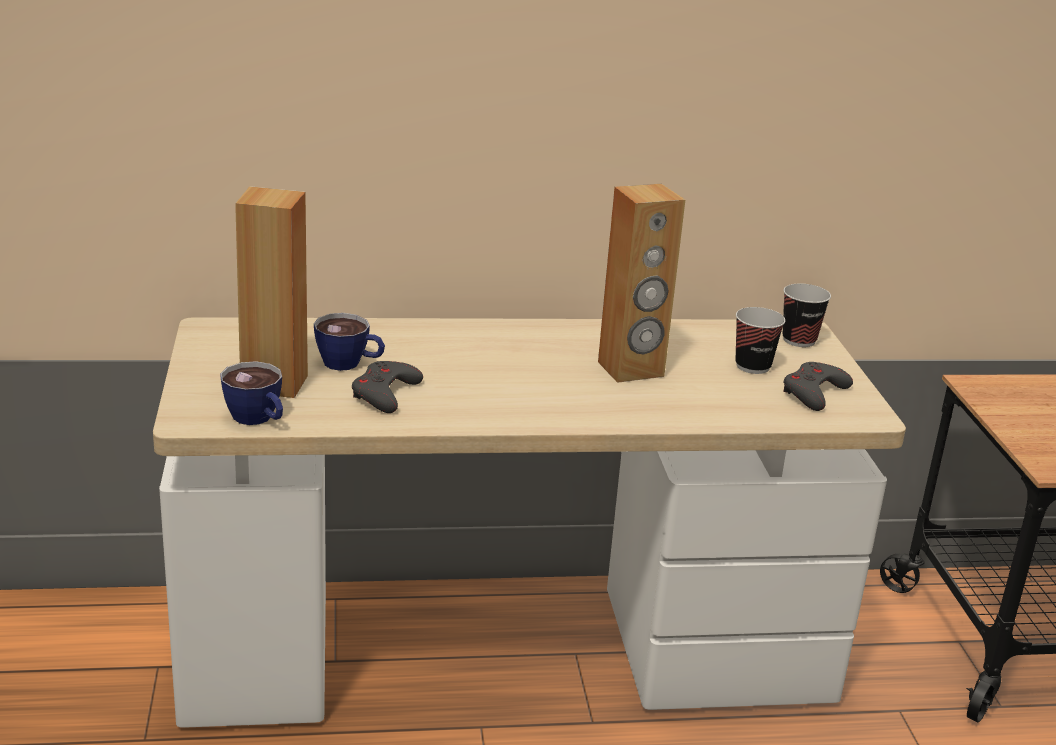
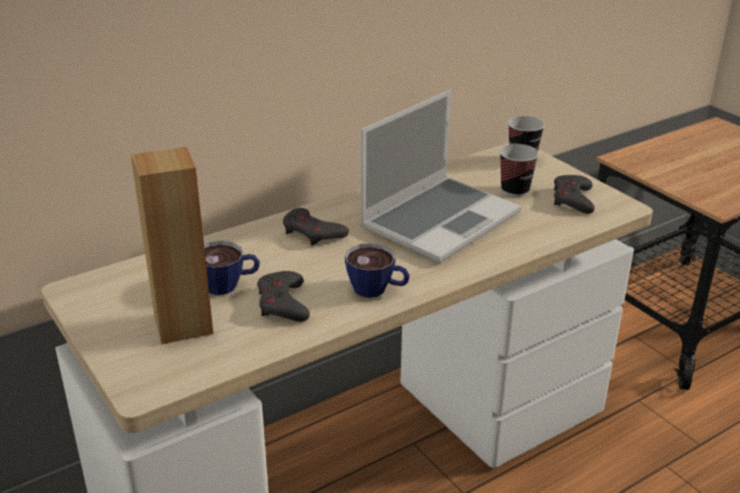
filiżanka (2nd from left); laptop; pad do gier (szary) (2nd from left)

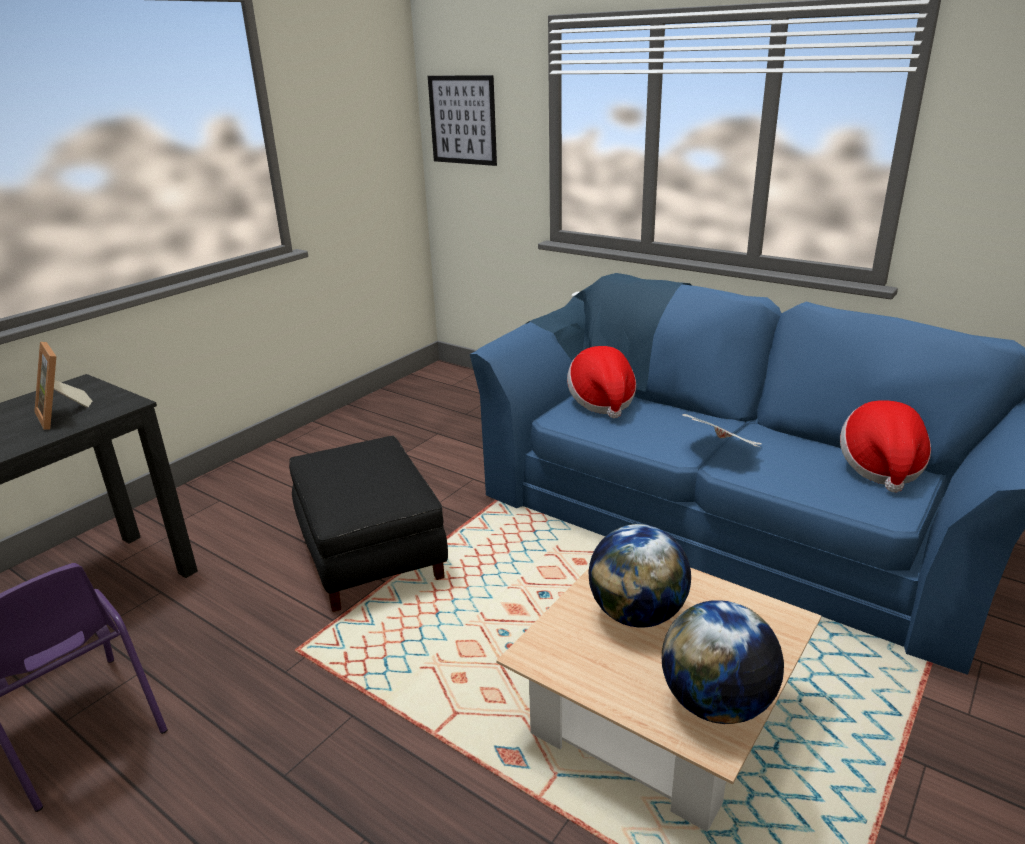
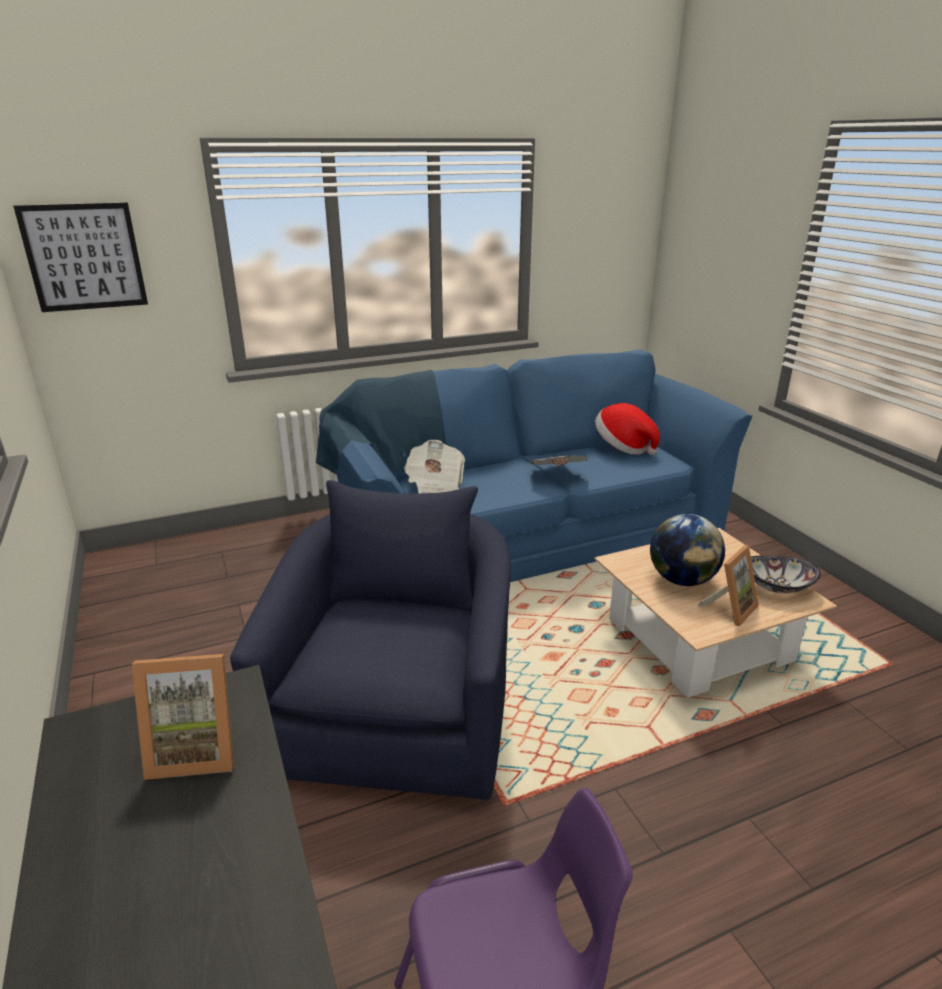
fotel (niebieski); gazeta (1st from left); miska; ramka na zdjęcie (2nd from left)

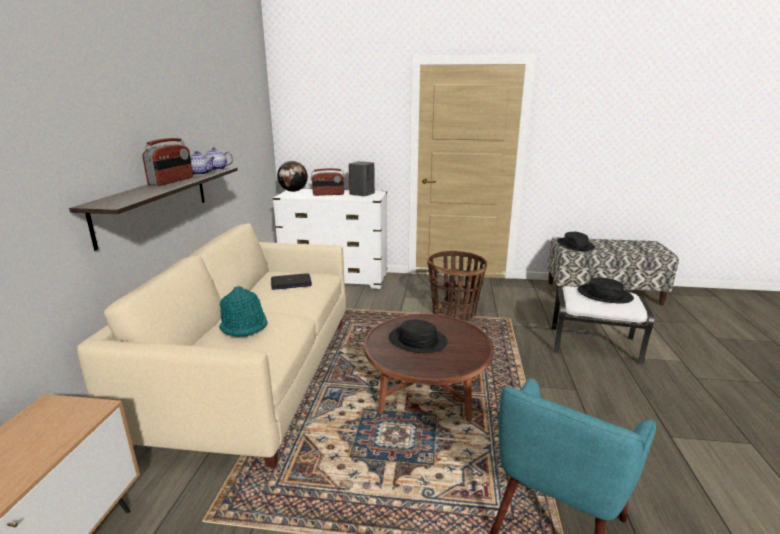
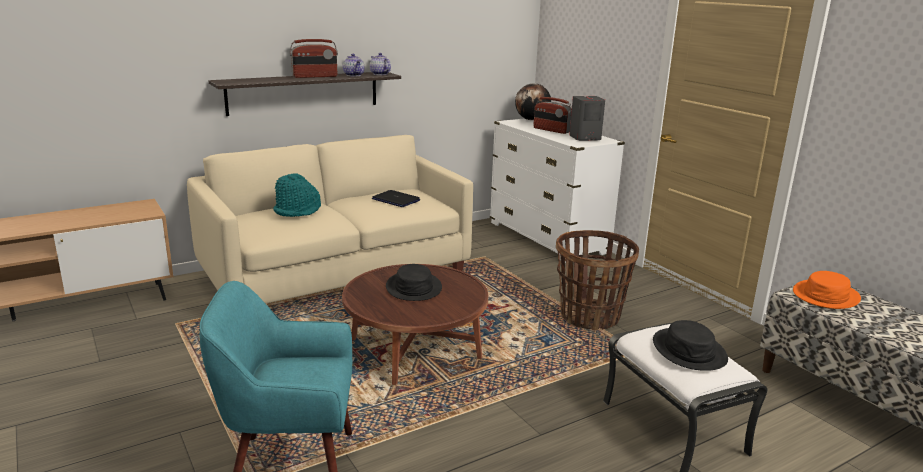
kapelusz (pomarańczowy)

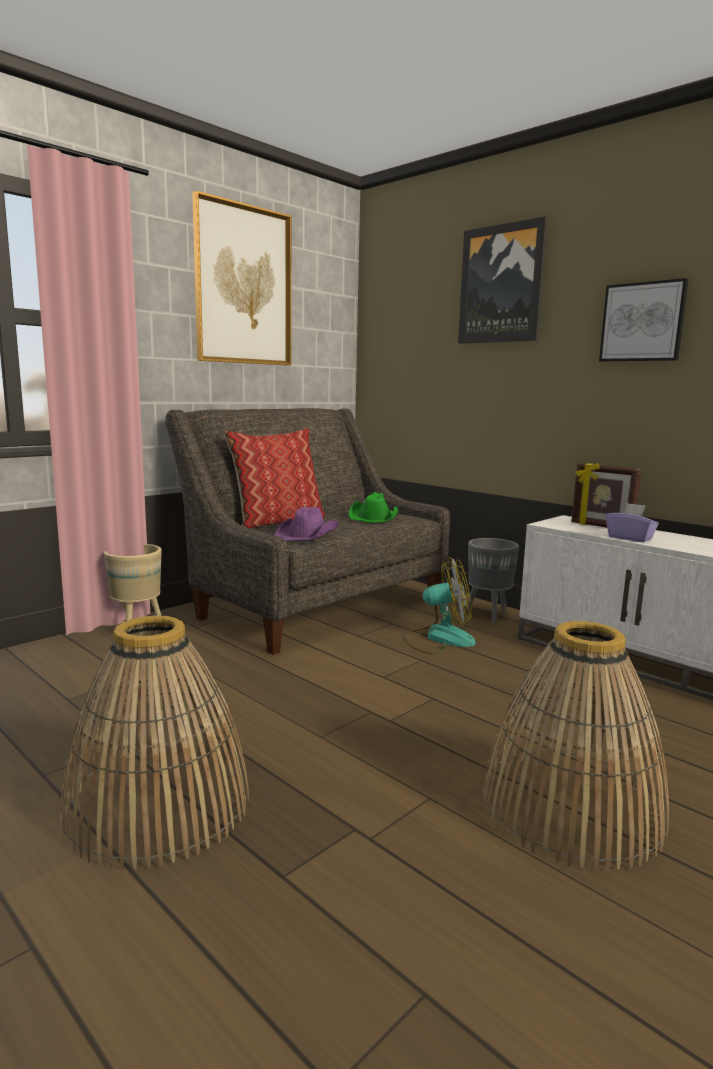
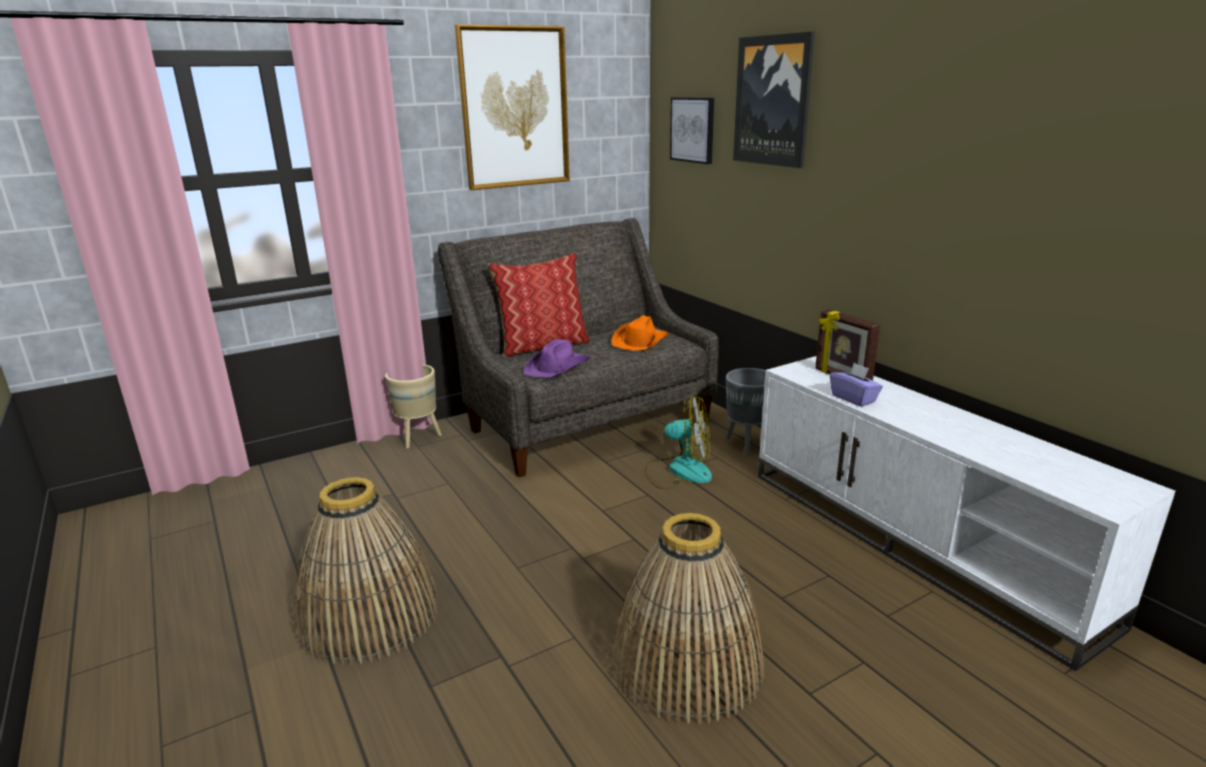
kapelusz (pomarańczowy); obraz (2nd from left)

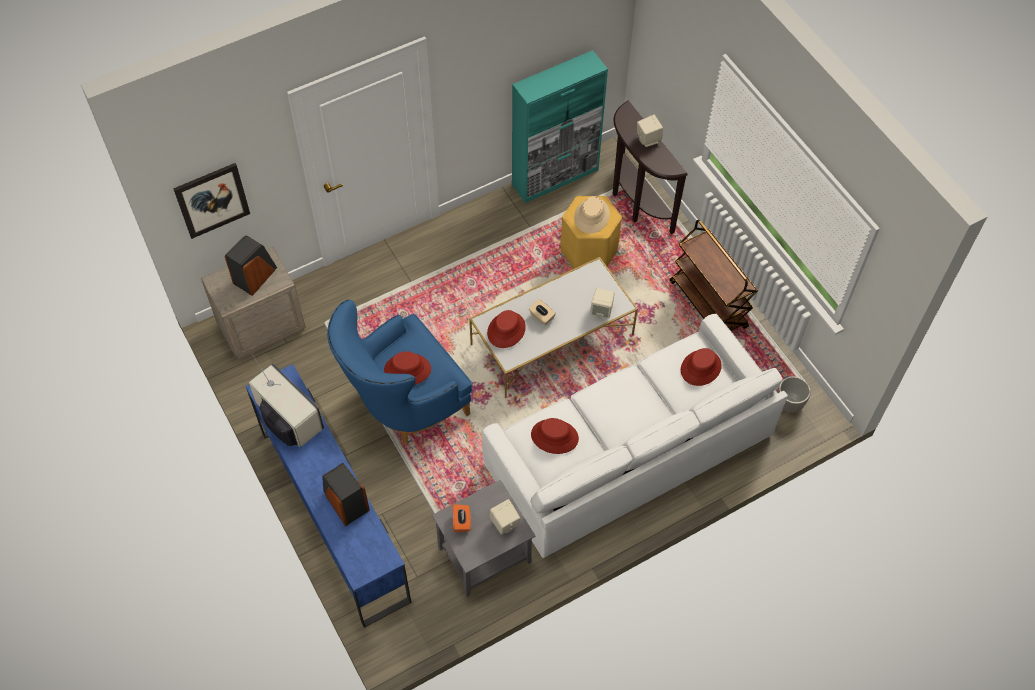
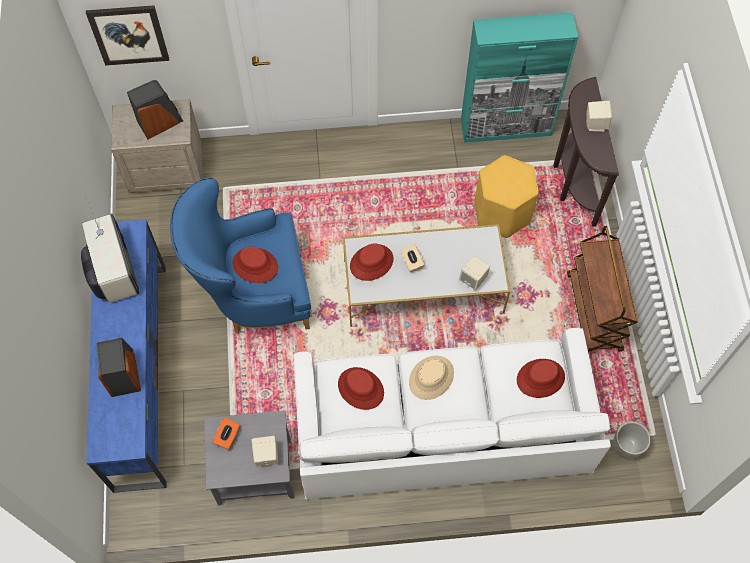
kapelusz (beżowy)

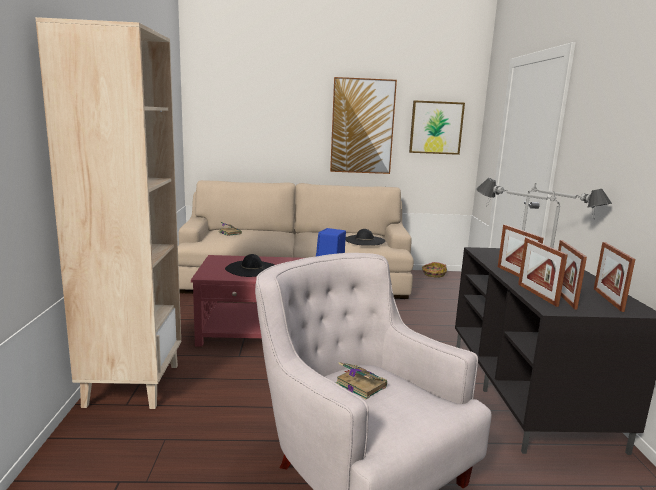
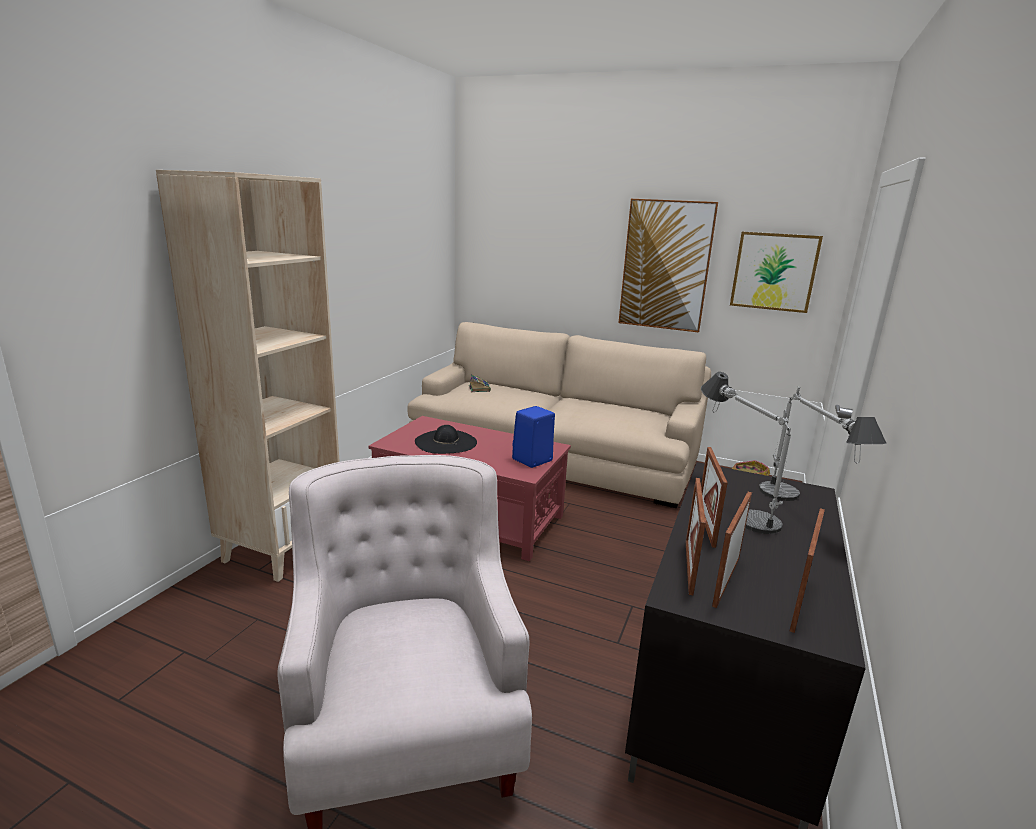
książka (2nd from left in the first image); kapelusz (czarny) (2nd from left in the first image)

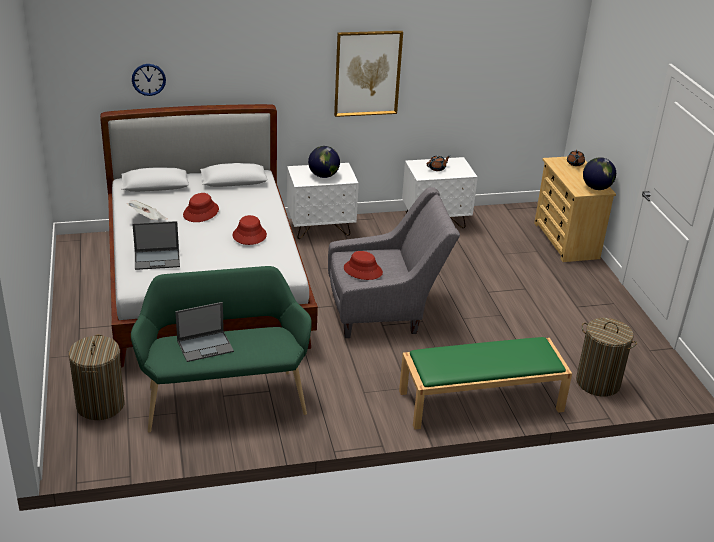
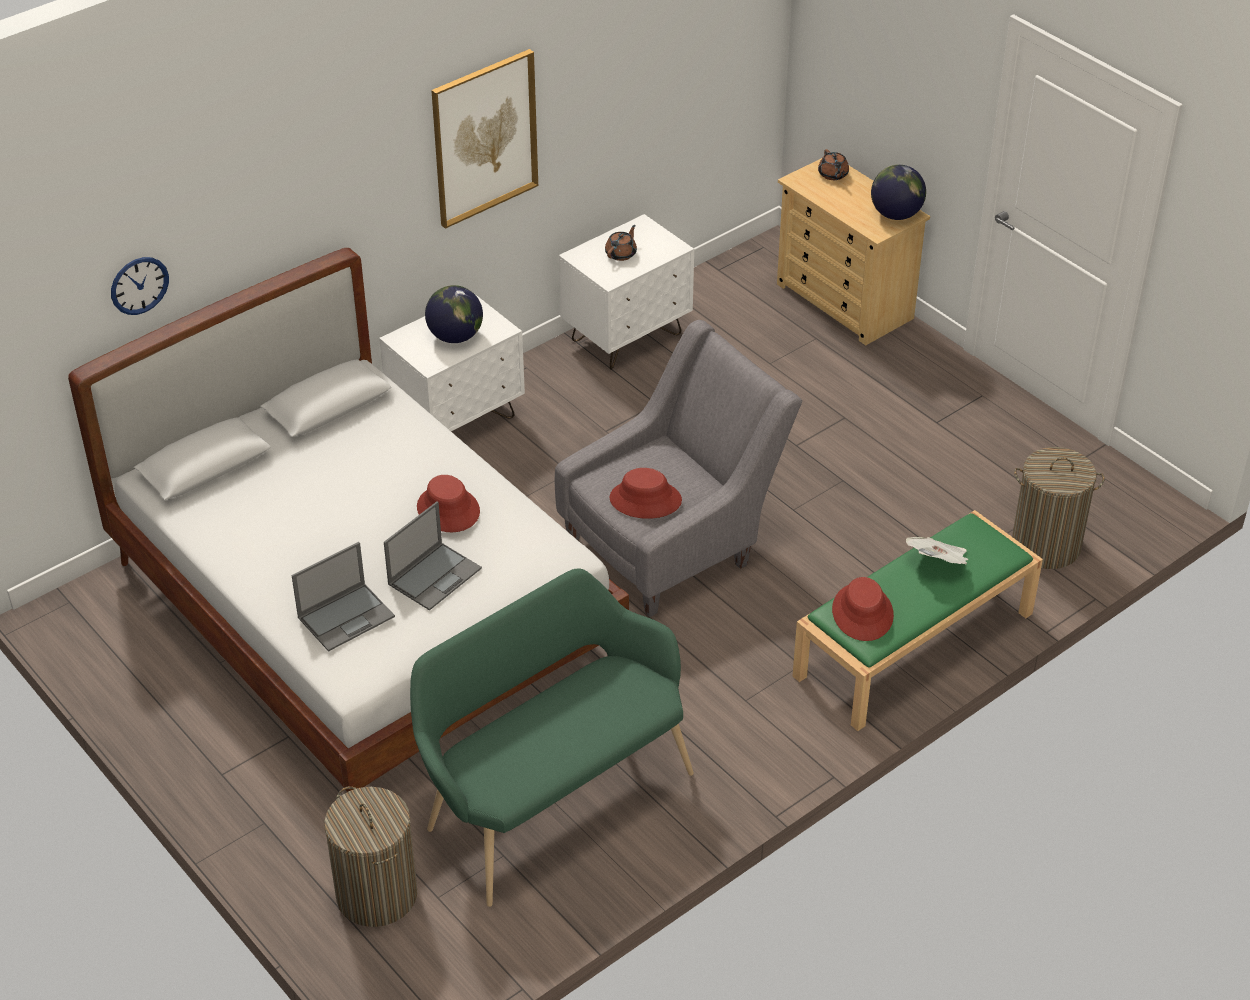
gazeta; laptop (2nd from left); kapelusz (czerwony) (3rd from left)

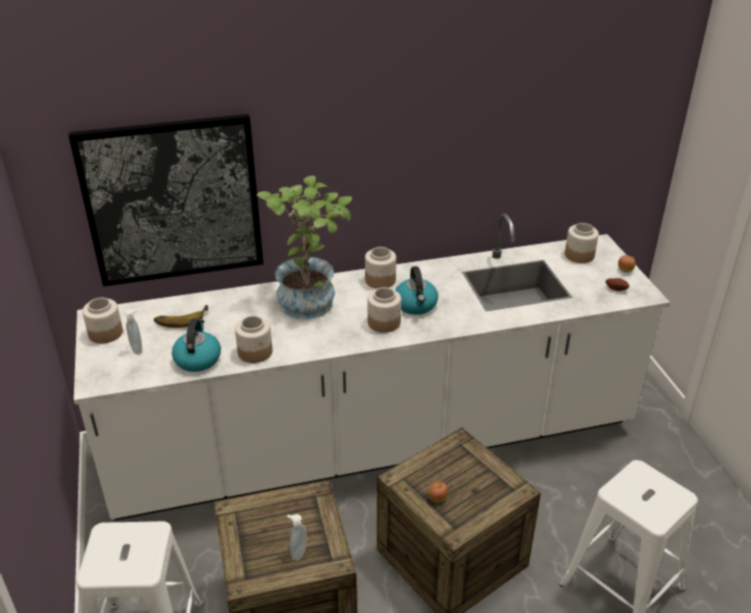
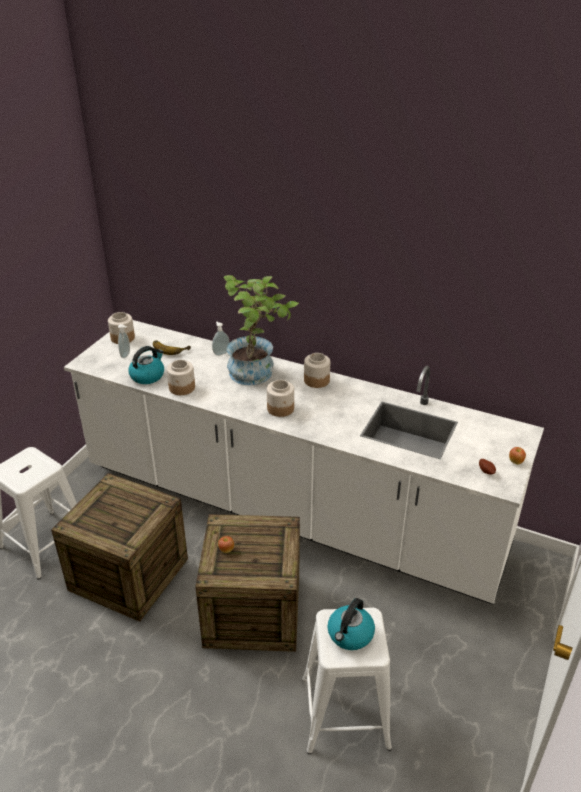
obraz; dozownik mydła (2nd from left); czajnik (2nd from left); słoik (5th from left in the first image)

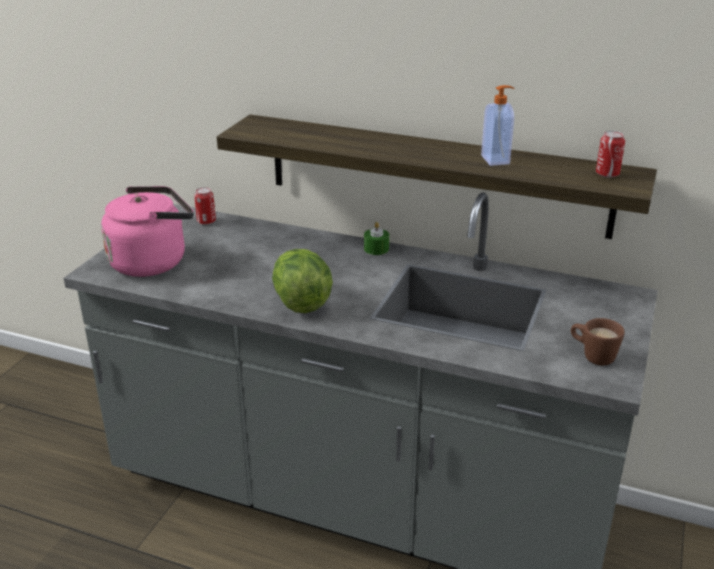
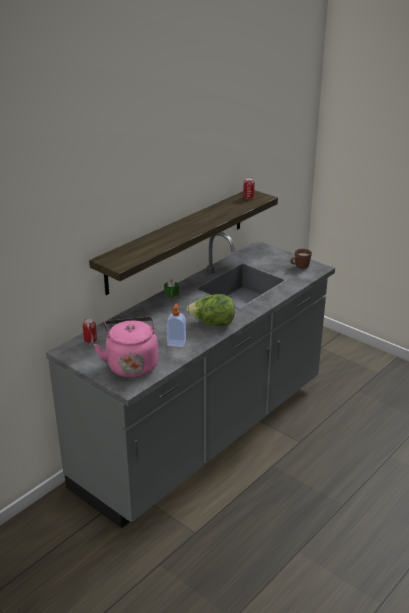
dozownik mydła

